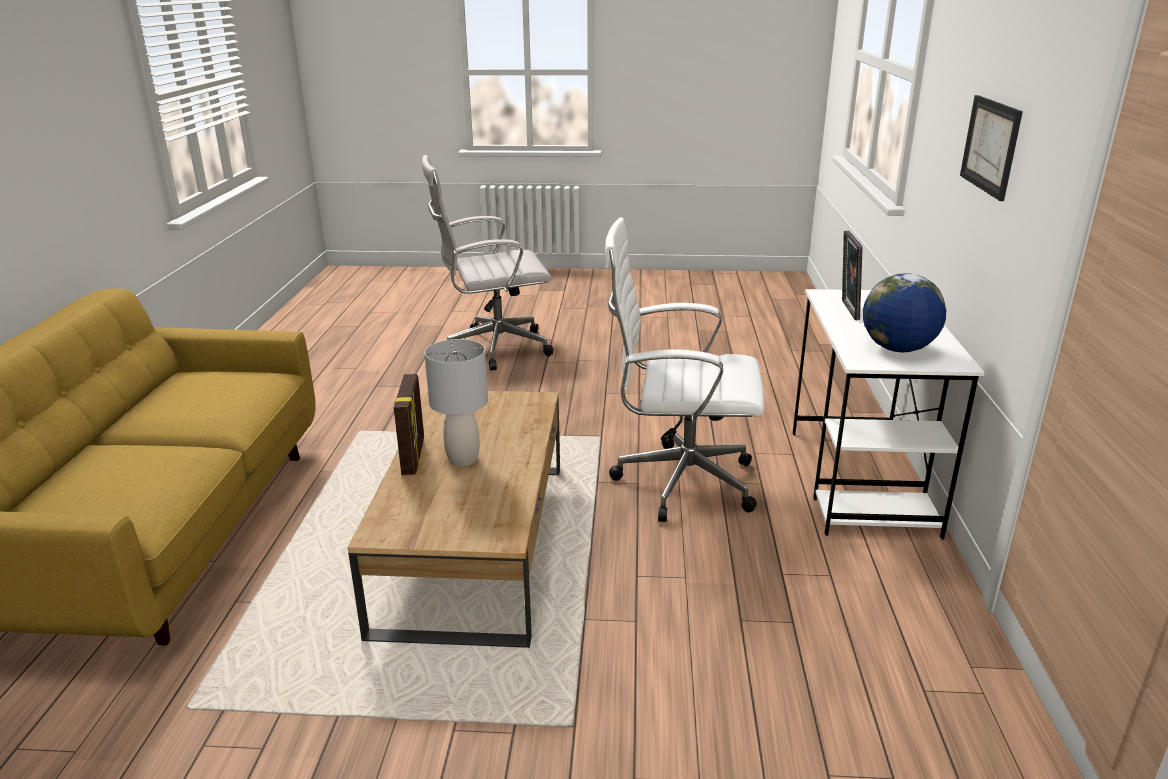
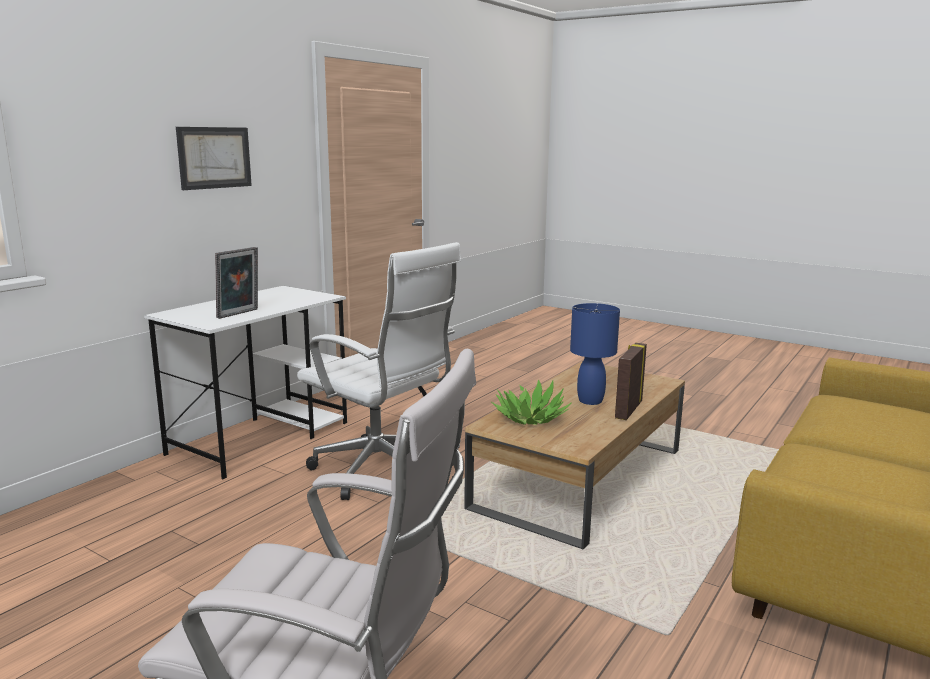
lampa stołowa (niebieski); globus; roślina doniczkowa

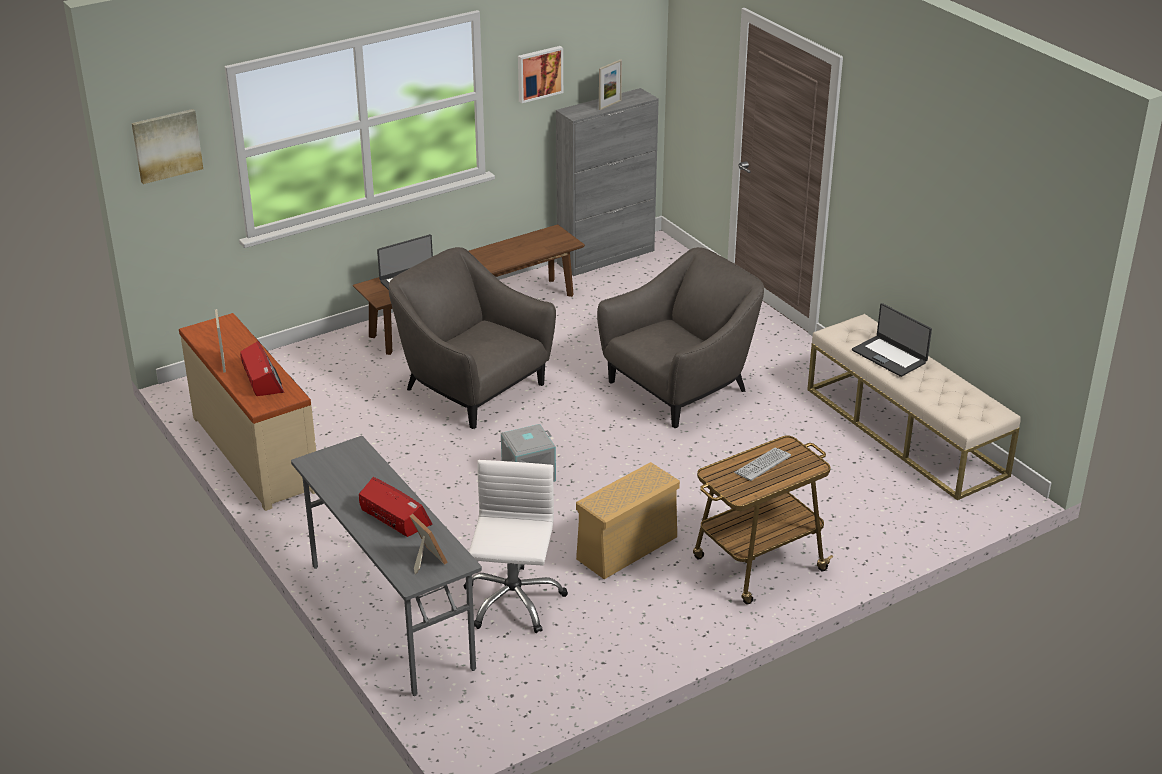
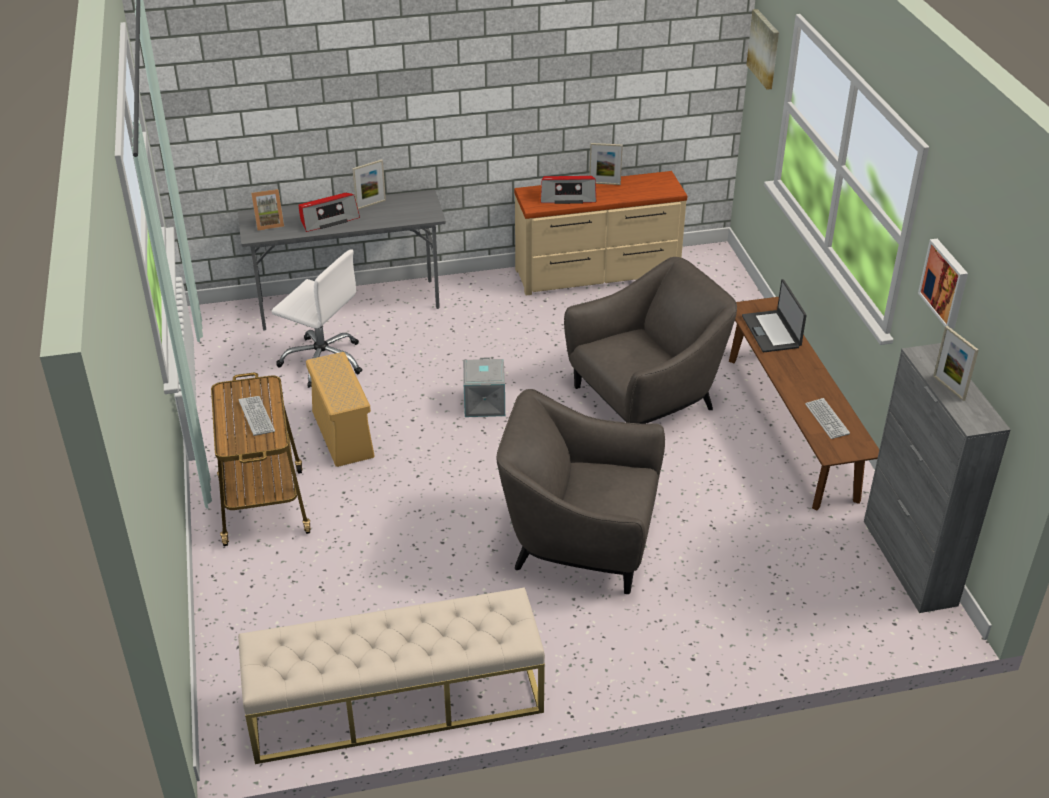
fotel (szary) (1st from left); laptop (2nd from left in the first image); ramka na zdjęcie (2nd from left); klawiatura (2nd from left)

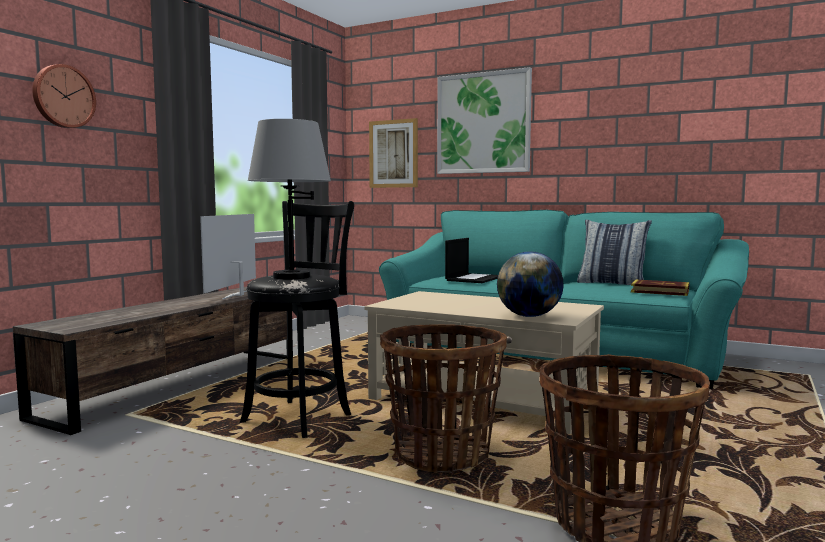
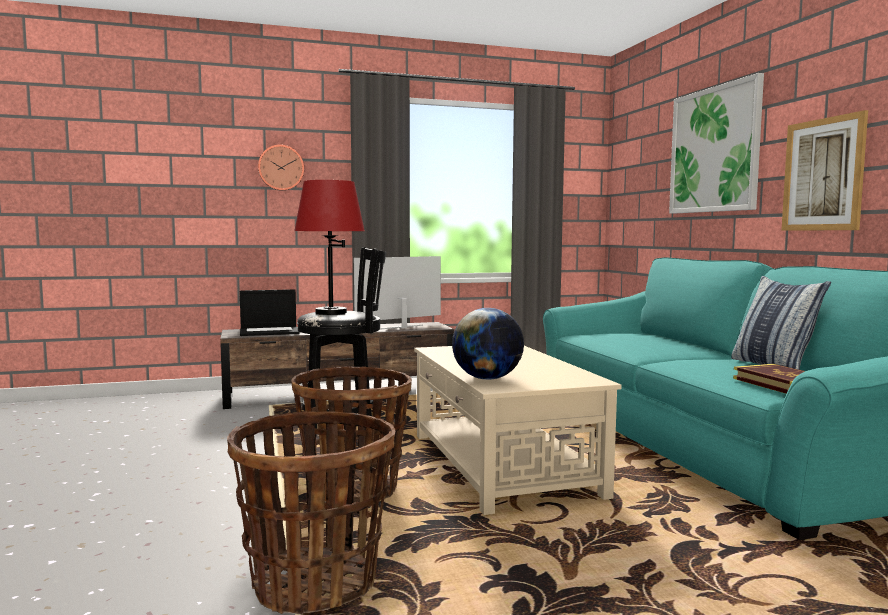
lampa stołowa (czerwony); obraz (2nd from left); laptop

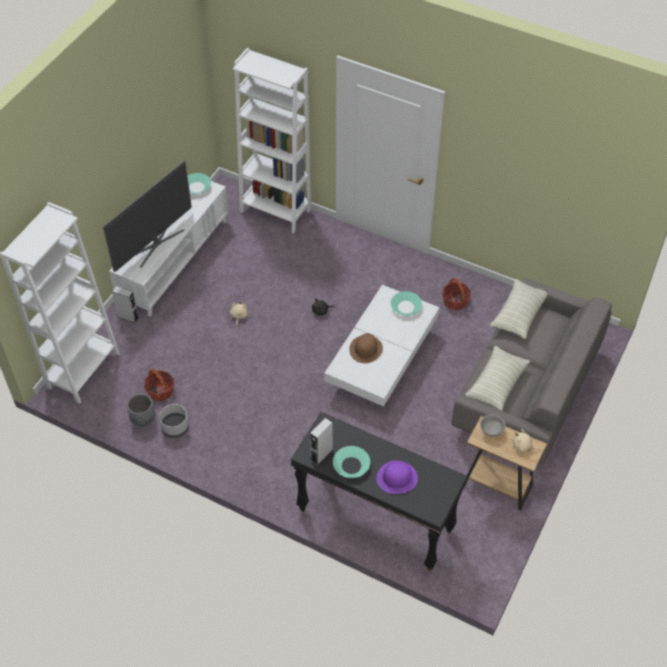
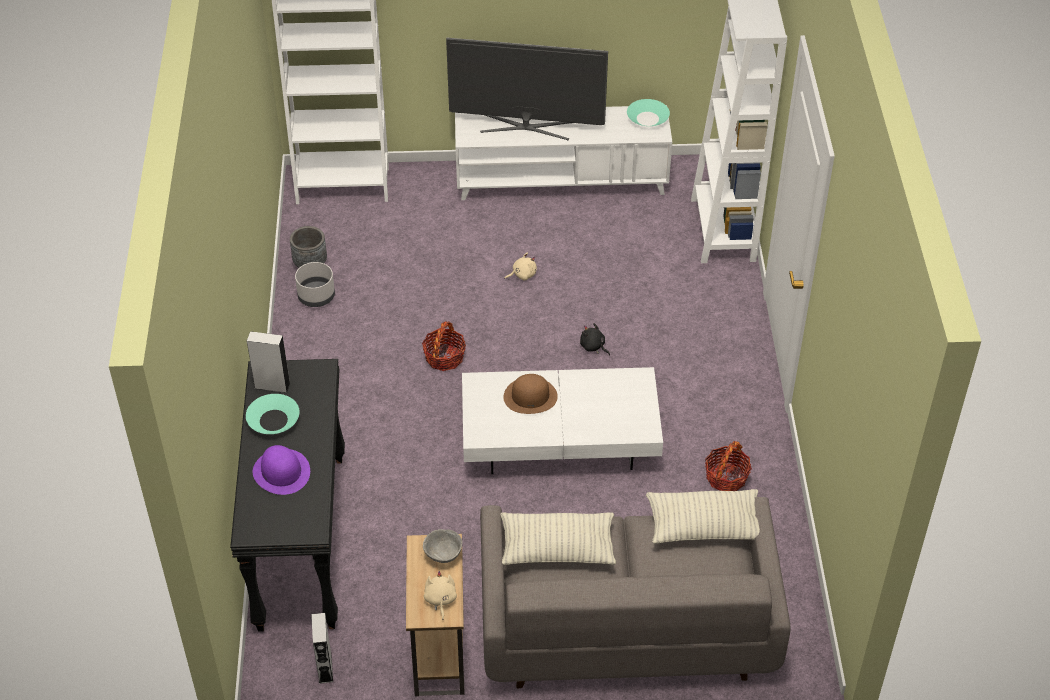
głośnik (szary) (2nd from left); koszyk (1st from left); miska (turkusowy) (3rd from left in the first image)

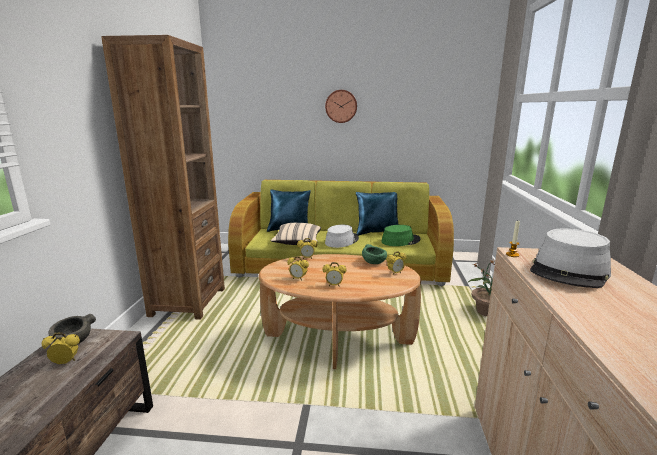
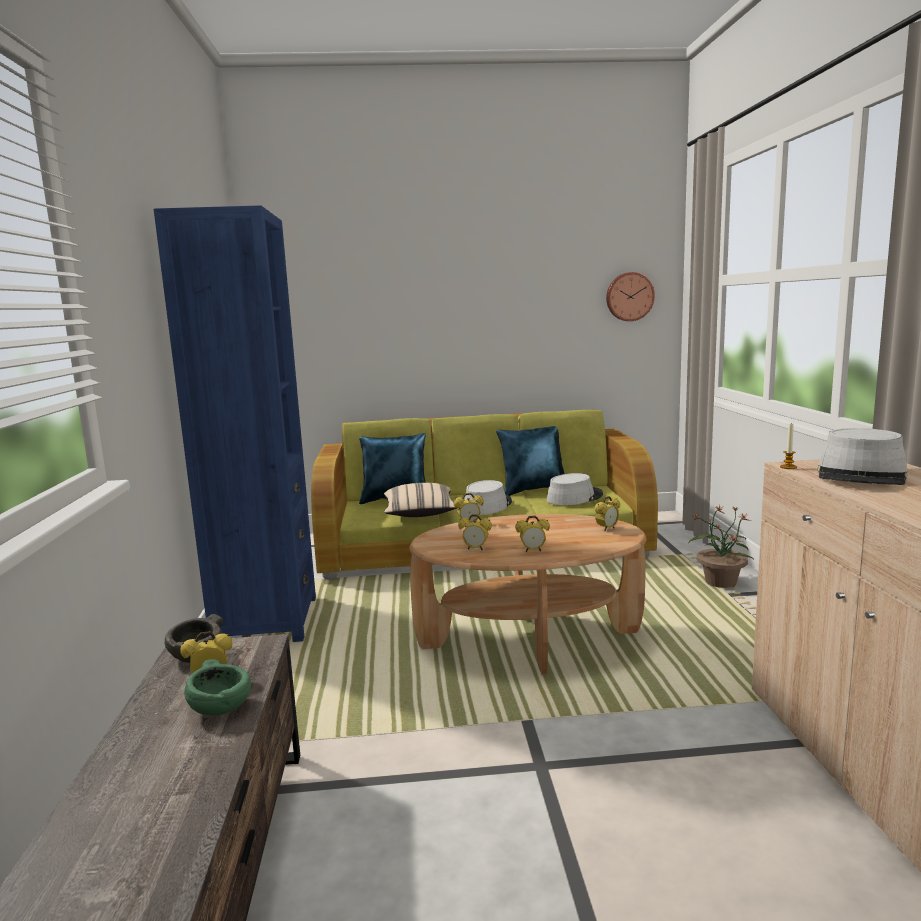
regał (niebieski); zegar ścienny; miska (zielony); kapelusz (szary) (2nd from left)

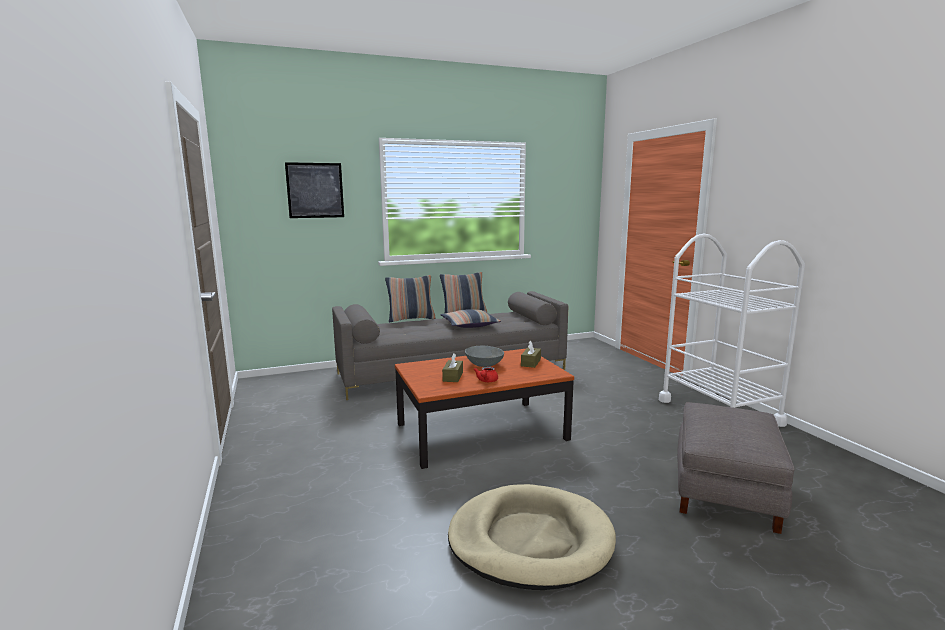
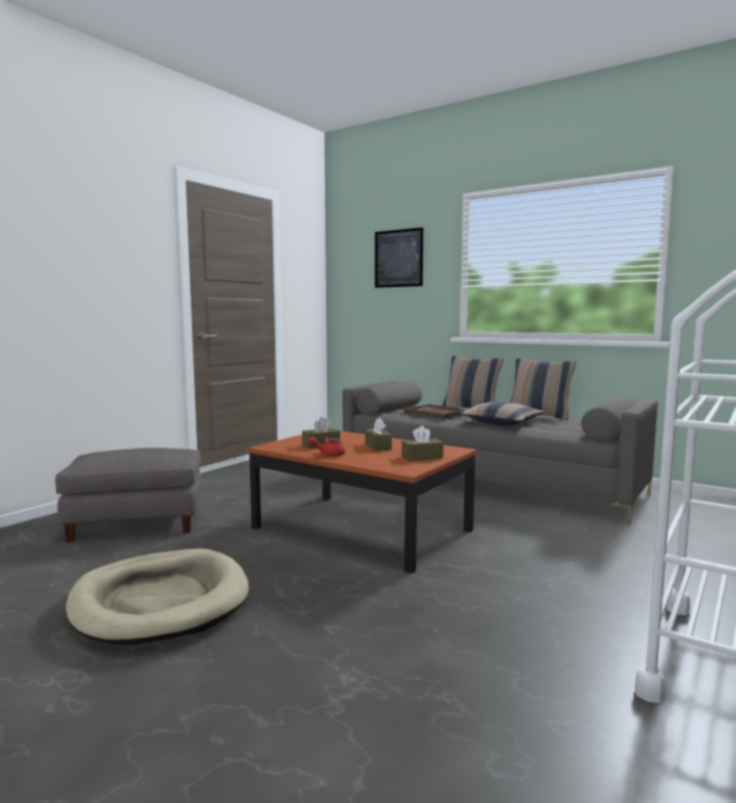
pudełko chusteczek (brązowy) (2nd from left); pufa (szary); taca (brązowy)

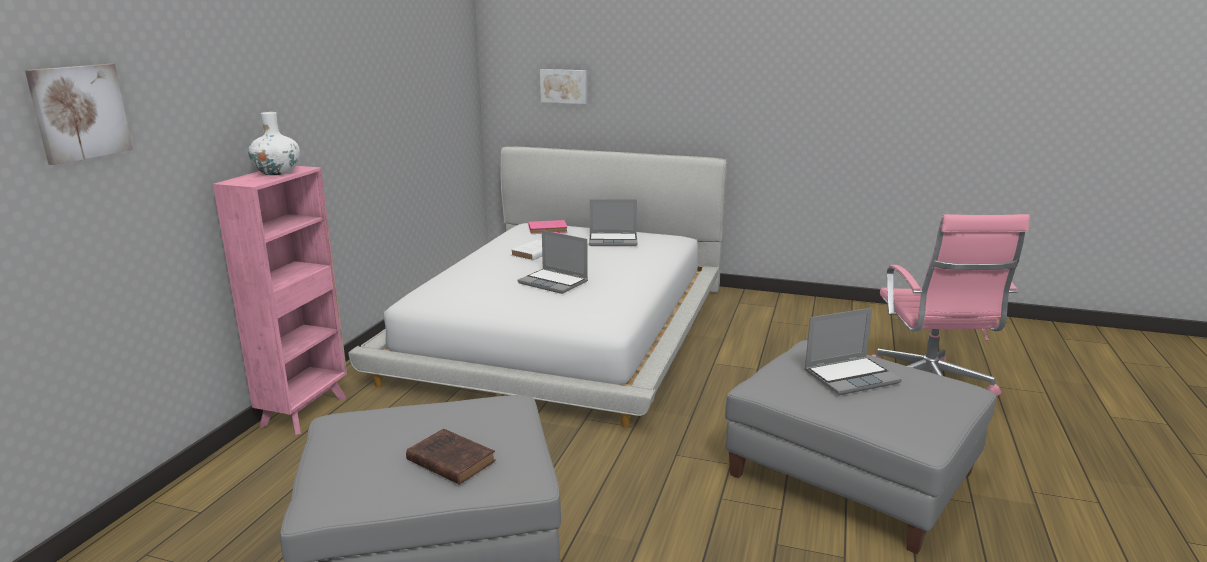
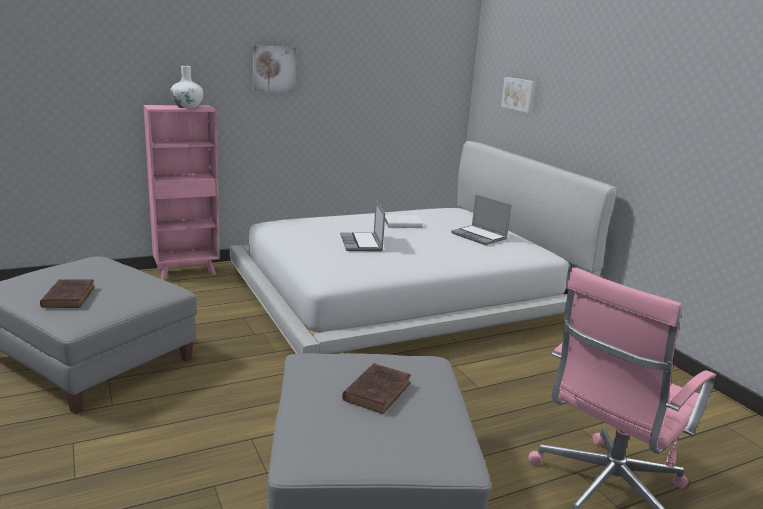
obraz (1st from left); książka (różowy); książka (brązowy) (2nd from left)

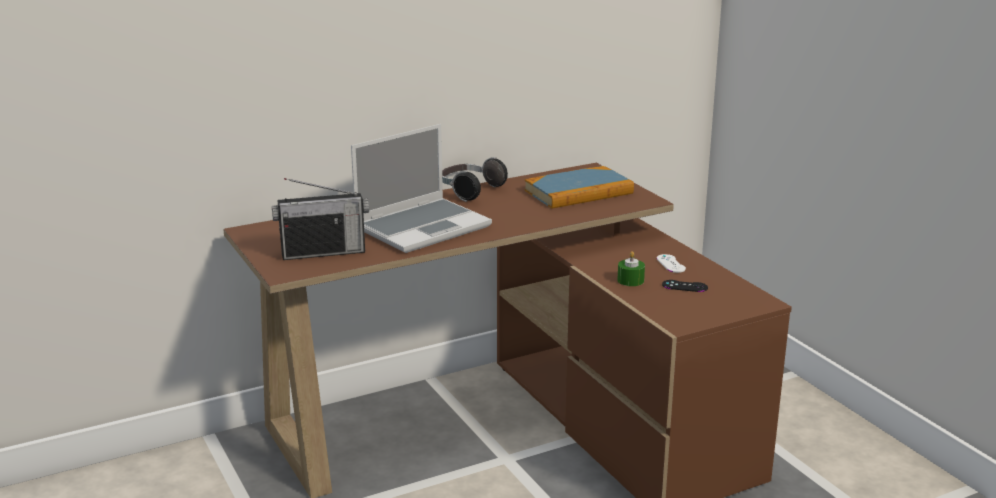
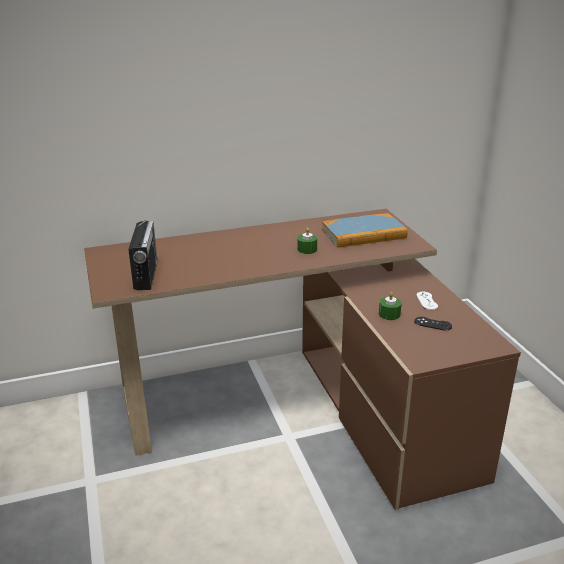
radio; laptop; słuchawki; świeca (zielony) (1st from left)

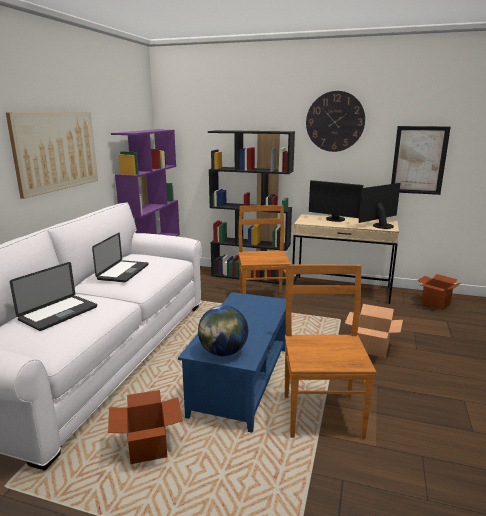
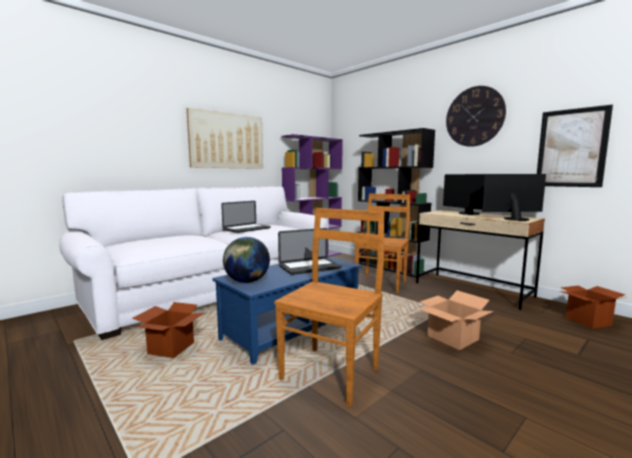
laptop (2nd from left)

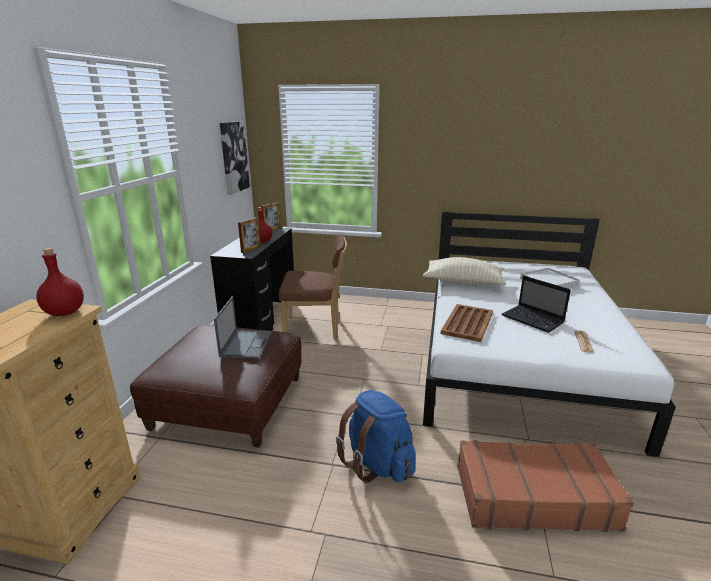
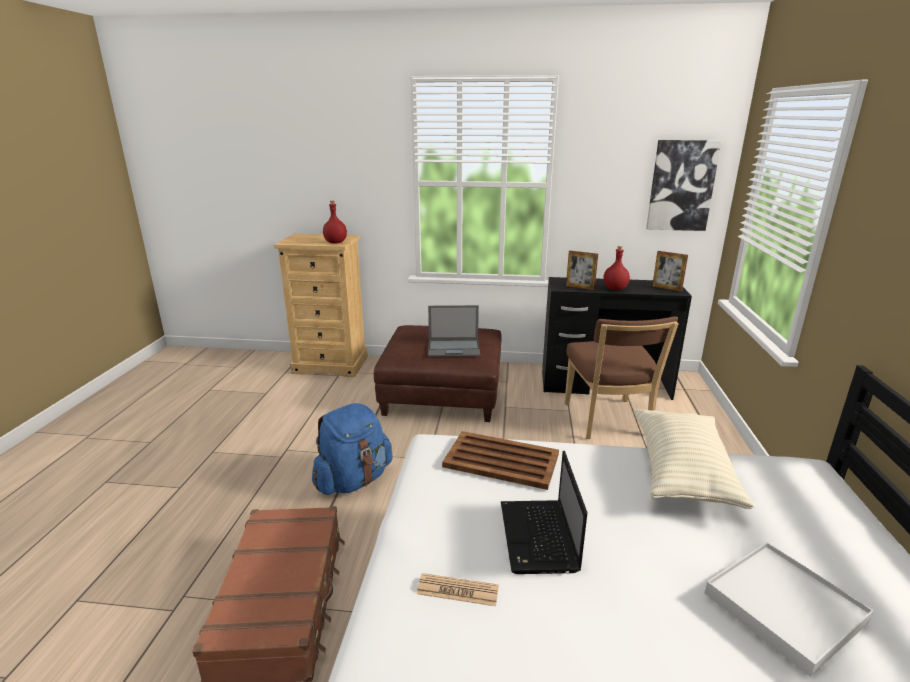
laptop (2nd from left)

